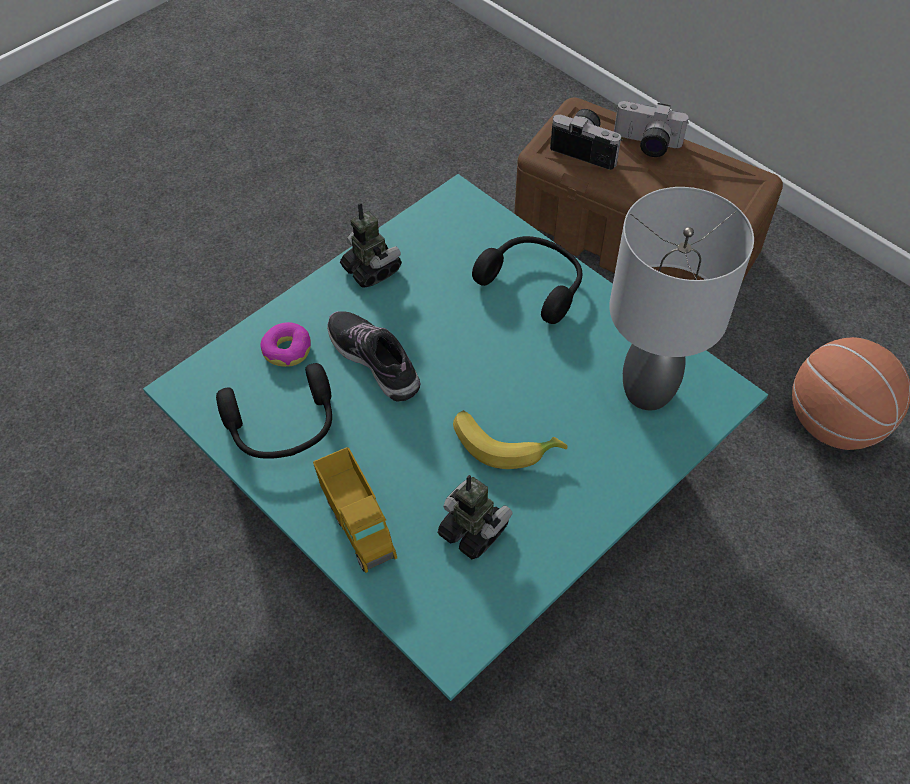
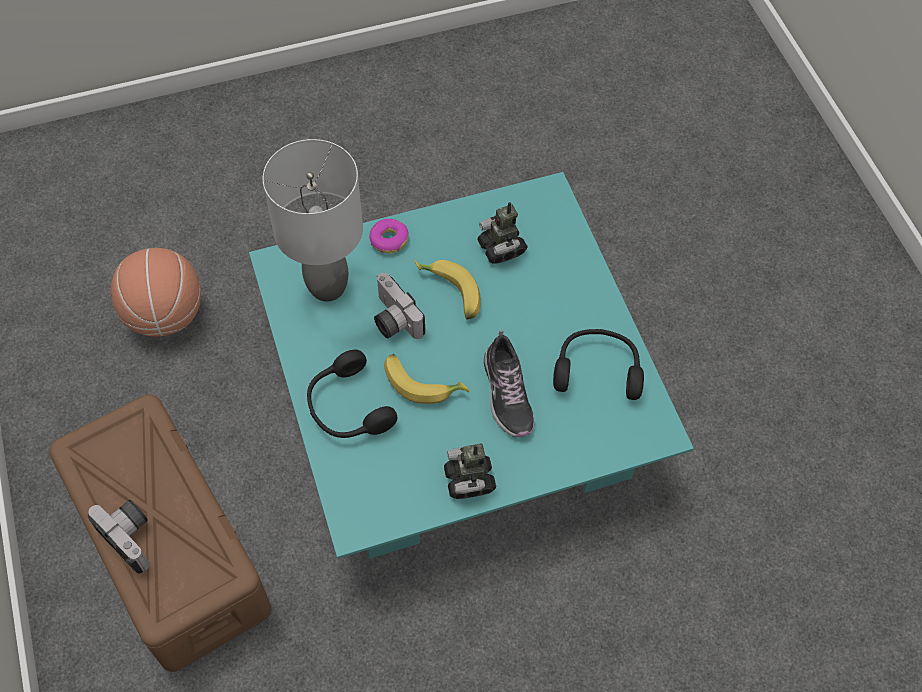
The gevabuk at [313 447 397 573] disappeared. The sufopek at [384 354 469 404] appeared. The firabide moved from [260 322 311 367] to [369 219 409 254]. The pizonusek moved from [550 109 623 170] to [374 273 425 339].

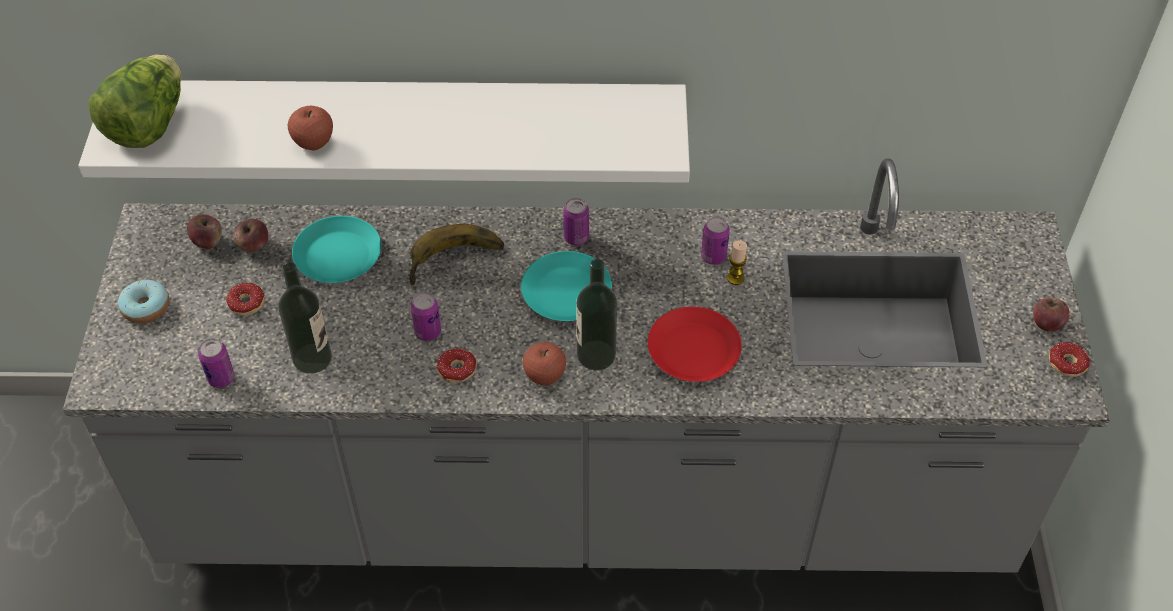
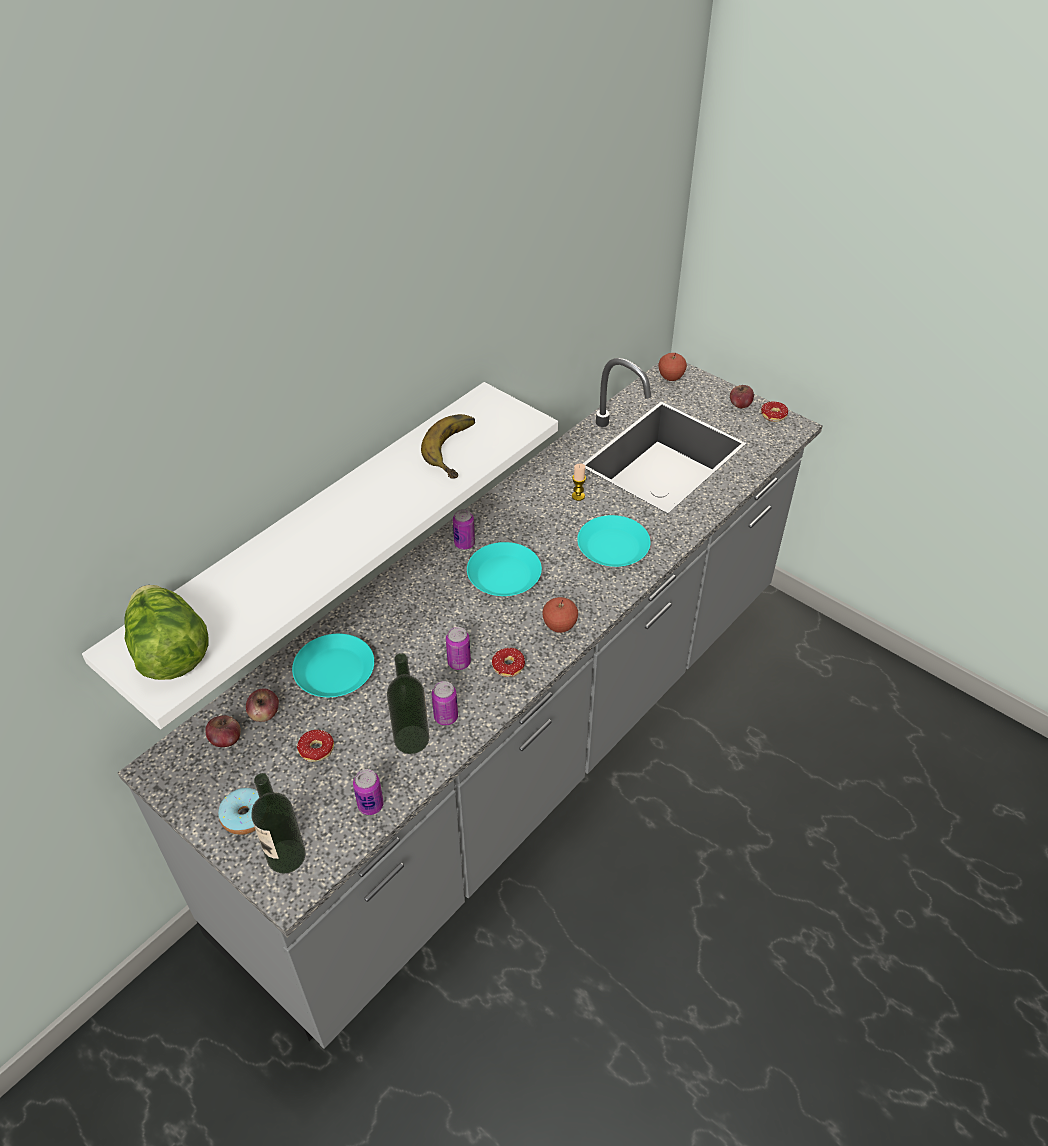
The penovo moved from [288 106 333 150] to [659 353 687 381]. The sufopek moved from [408 224 504 286] to [421 414 475 479]. The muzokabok moved from [576 259 617 370] to [252 773 306 874]. The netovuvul moved from [701 217 730 265] to [432 681 458 725]. The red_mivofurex at [648 307 742 382] became the turquoise_mivofurex at [577 515 651 567].

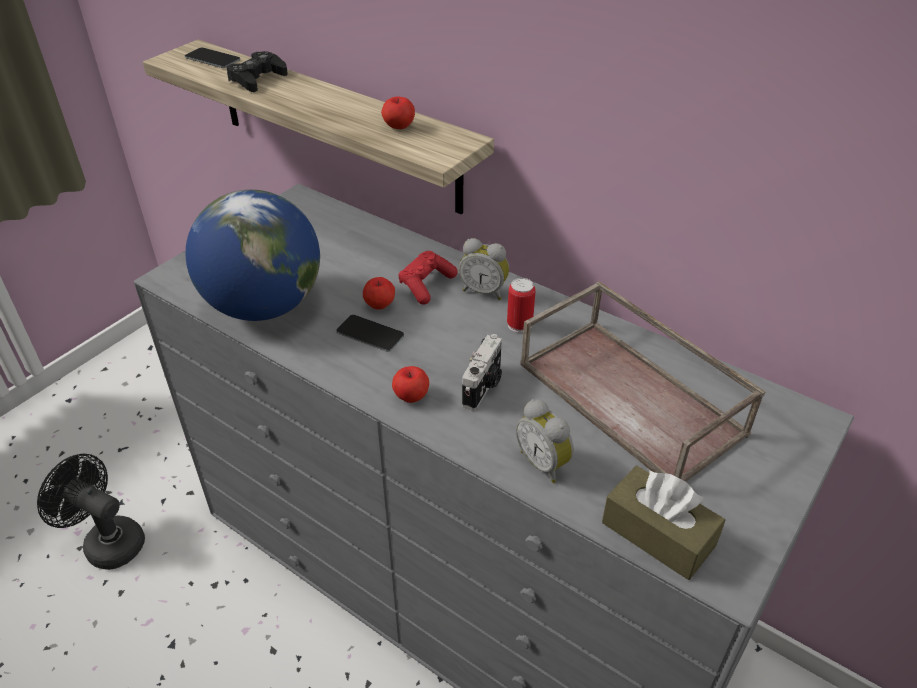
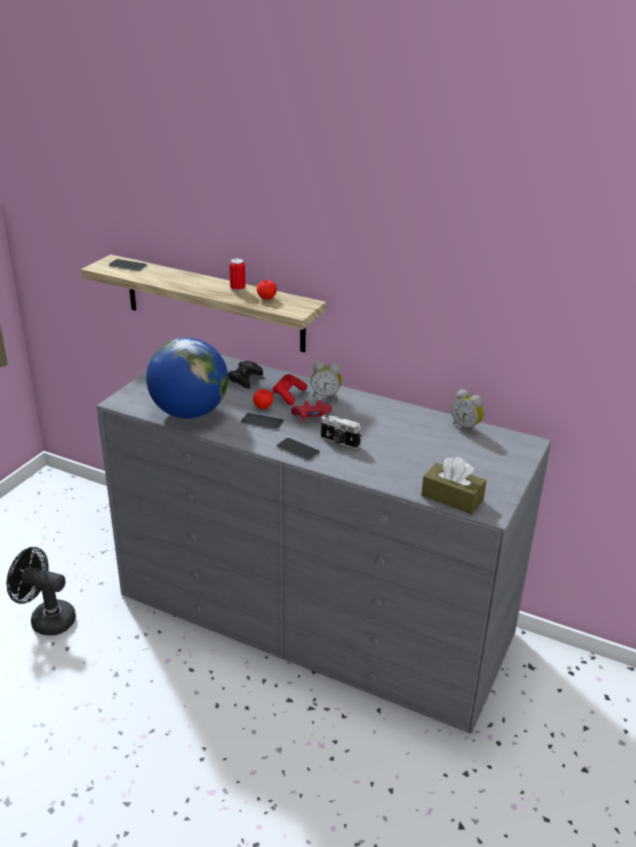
The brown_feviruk at [520 281 765 482] disappeared. The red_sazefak at [291 400 332 421] appeared. The black_sazefak moved from [226 51 288 92] to [228 361 263 389]. The netovuvul moved from [507 278 535 333] to [229 258 246 292]. The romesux moved from [516 399 574 483] to [452 389 484 434]. The penovo at [392 366 429 403] was replaced by the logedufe at [277 438 320 461]. The pizonusek at [462 334 502 411] turned 105 degrees clockwise.

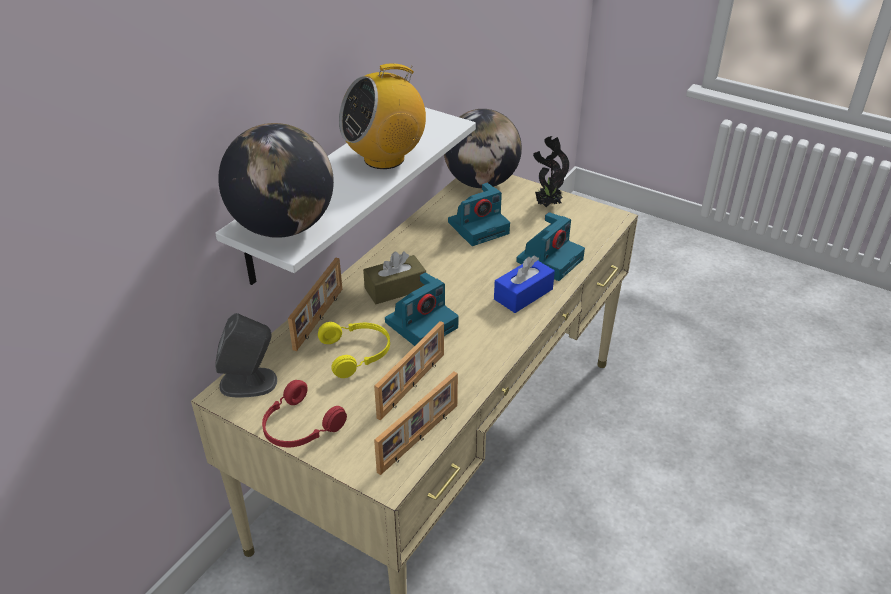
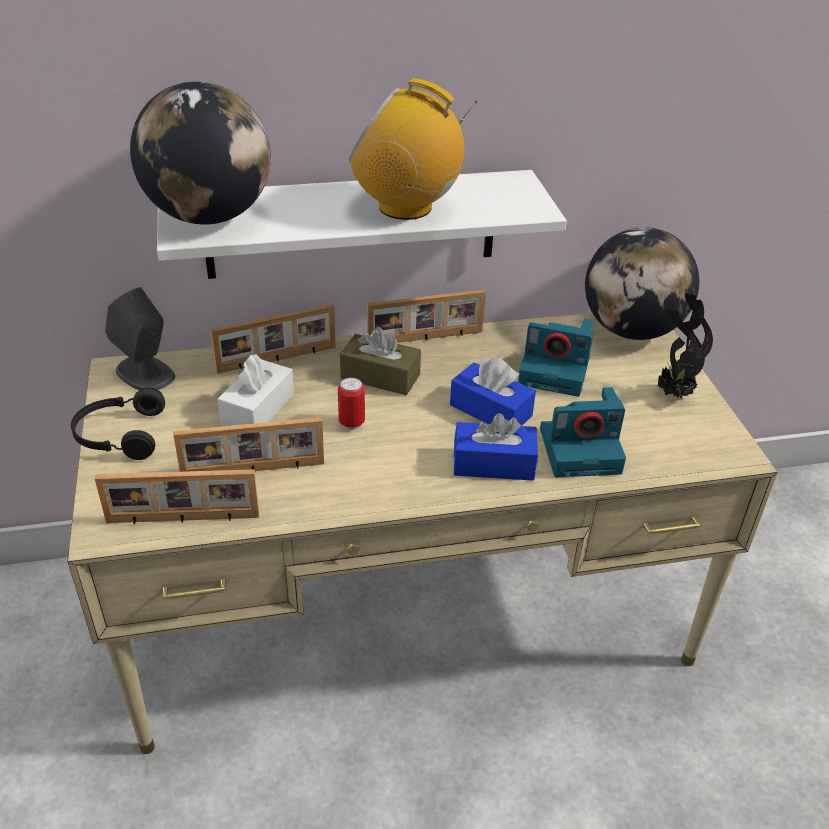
The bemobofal at [367 290 486 343] appeared. The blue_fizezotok at [450 357 536 426] appeared. The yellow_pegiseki at [318 322 390 378] was replaced by the white_fizezotok at [217 354 294 426]. The pizonusek at [385 272 459 346] was replaced by the netovuvul at [338 377 365 430]. The red_pegiseki at [262 380 347 447] became the black_pegiseki at [71 387 165 460].

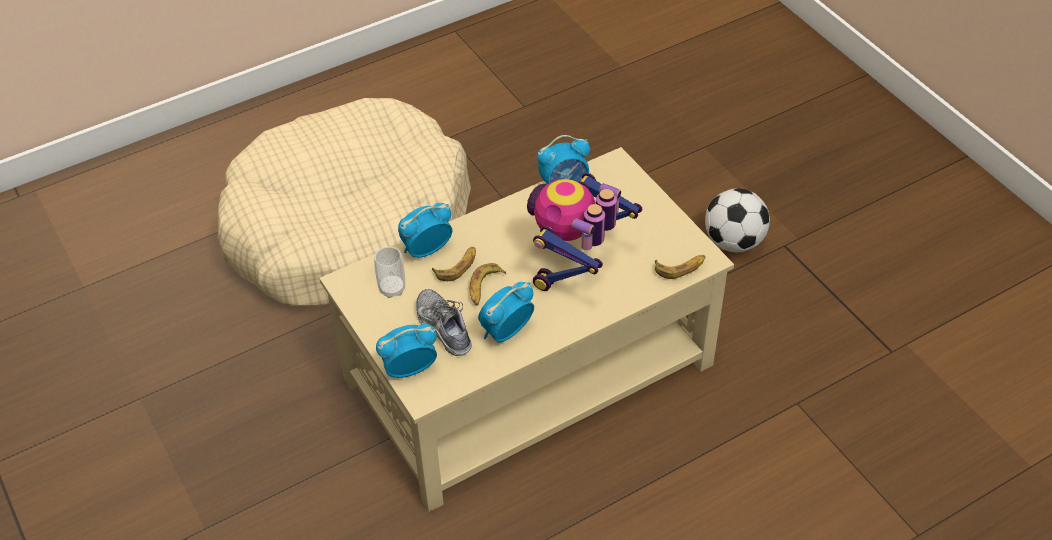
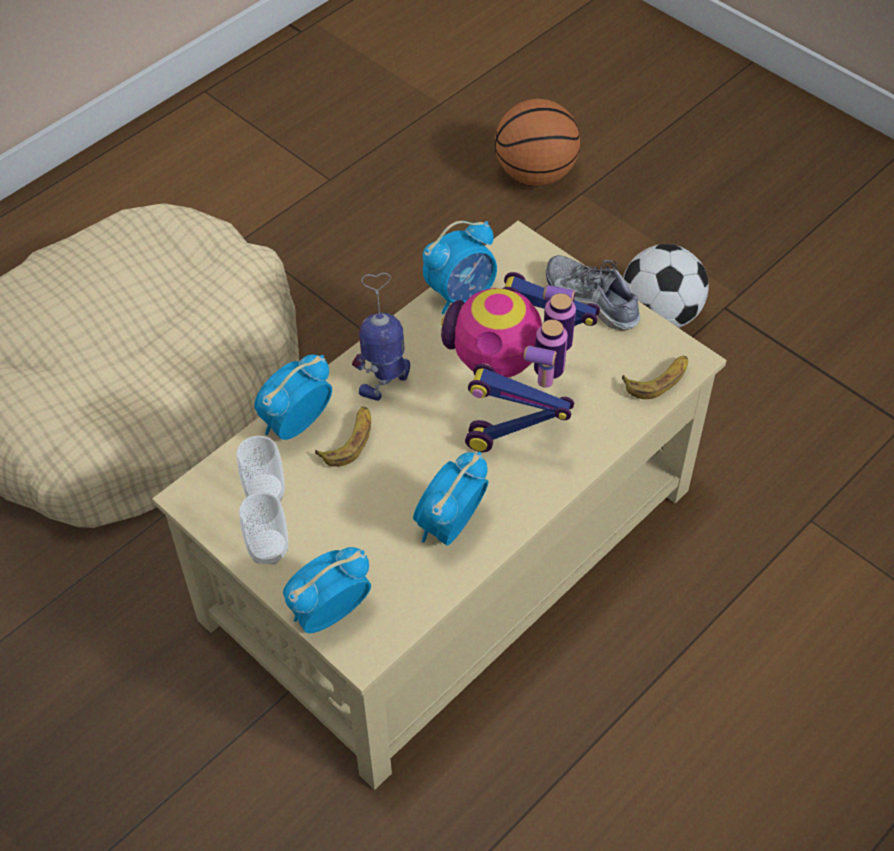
The sufopek at [470 263 506 306] disappeared. The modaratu at [239 492 288 565] appeared. The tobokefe at [352 273 410 401] appeared. The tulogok at [494 99 580 186] appeared. The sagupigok moved from [416 289 472 356] to [546 255 640 331].

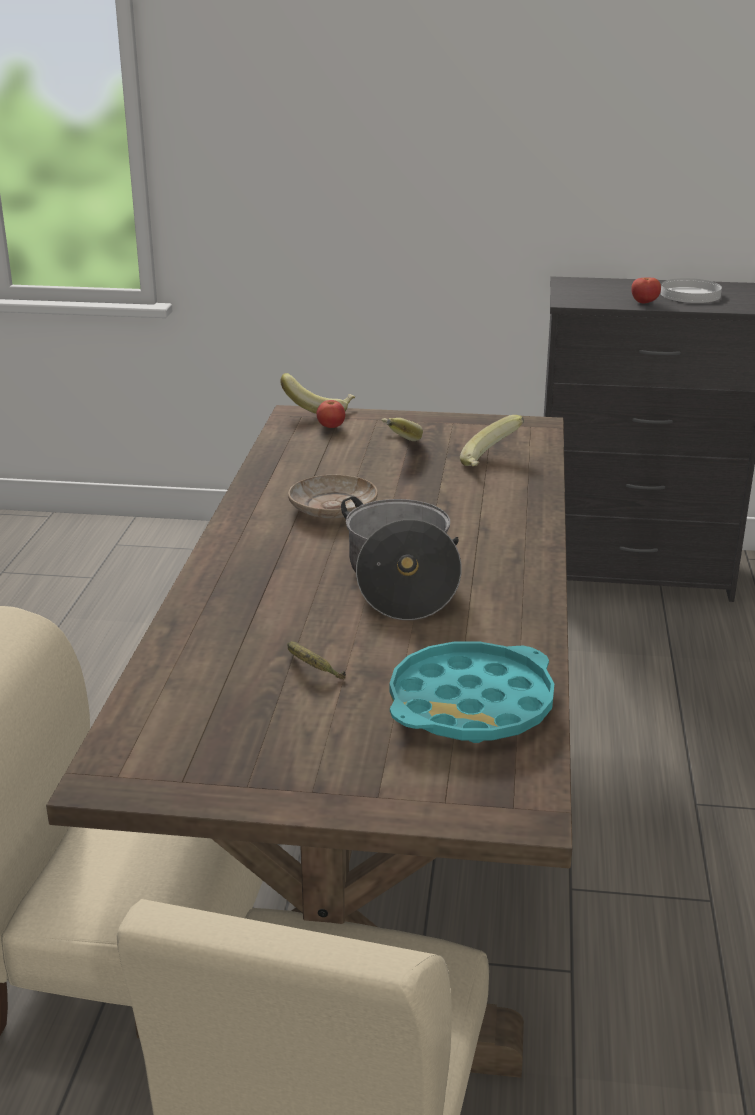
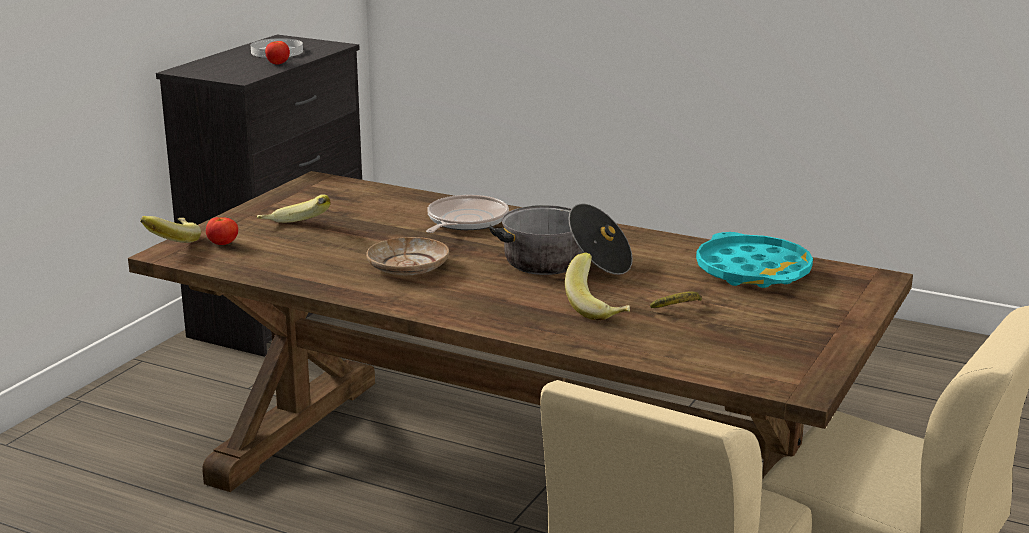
The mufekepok at [426 195 509 233] appeared. The sufopek moved from [460 415 524 466] to [565 253 630 320].

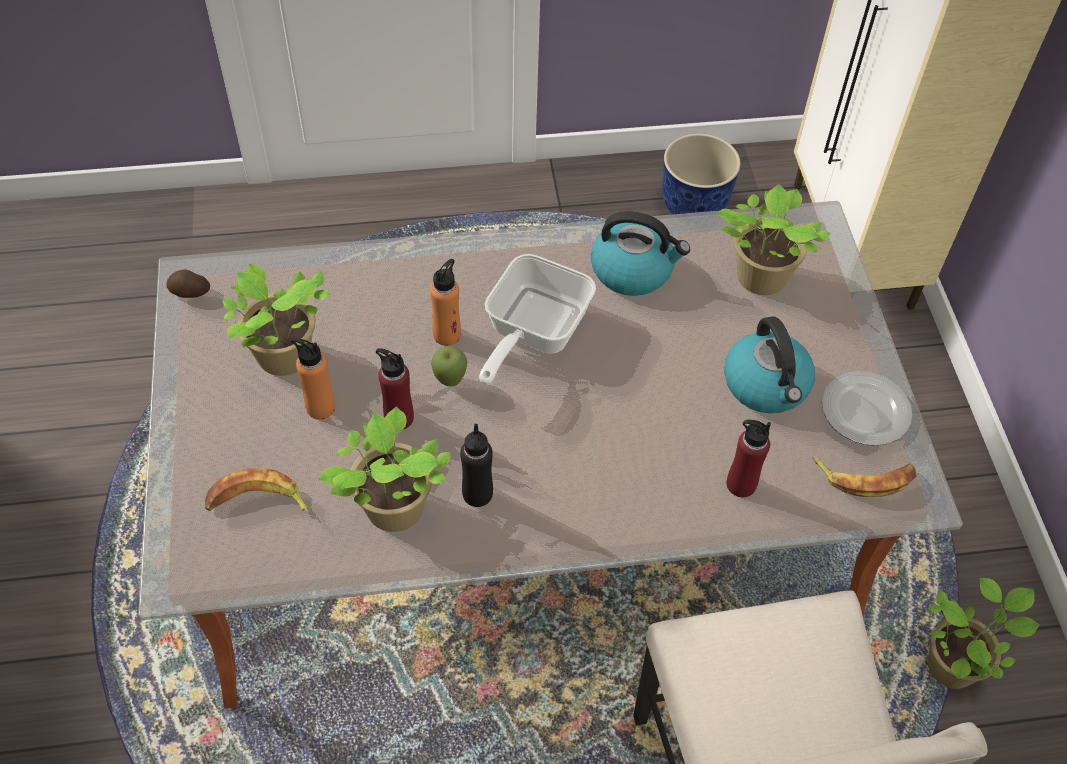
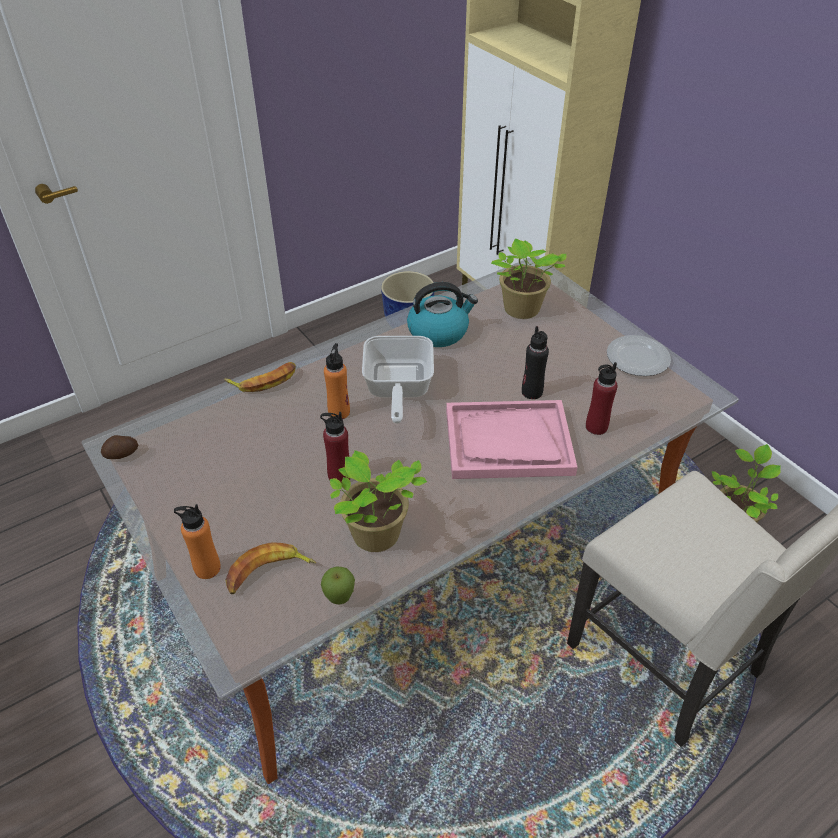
The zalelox at [222 264 331 376] disappeared. The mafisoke at [724 317 815 413] disappeared. The pink_feviruk at [446 400 578 479] appeared. The orange_muzokabok moved from [291 338 335 419] to [174 504 221 579]. The penovo moved from [431 346 467 387] to [321 567 355 604]. The black_muzokabok moved from [460 424 493 507] to [522 326 549 399]. The sufopek moved from [812 456 917 497] to [224 362 296 392].

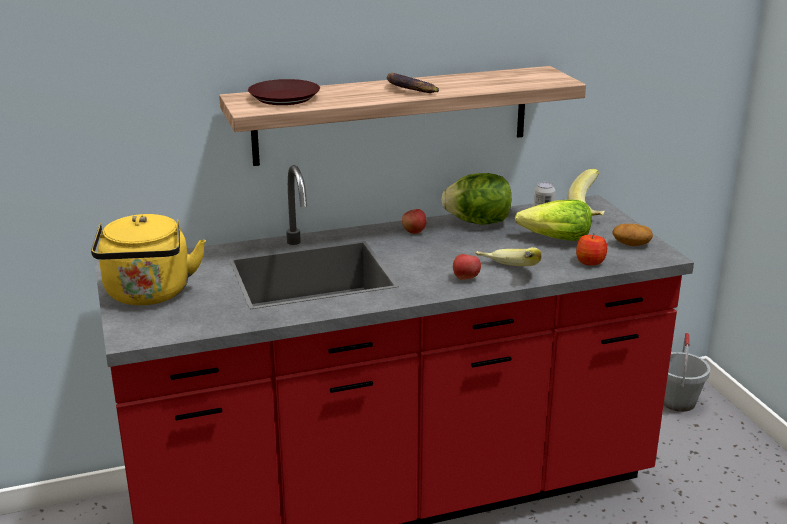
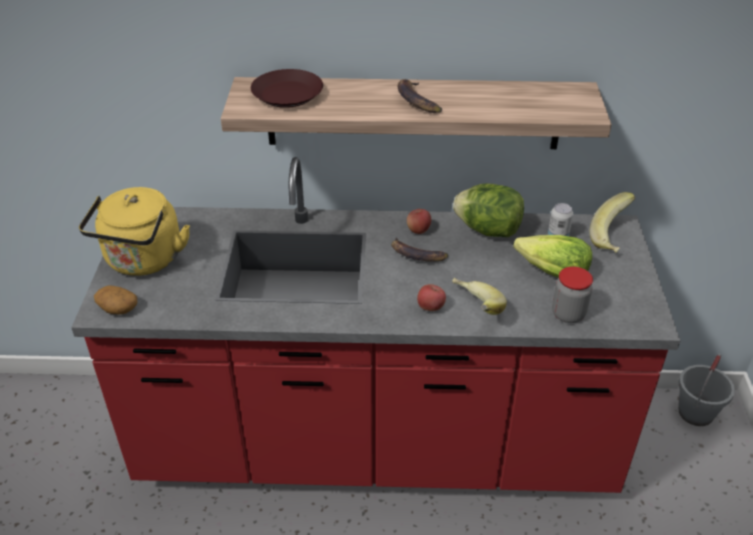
The sufopek at [391 237 448 262] appeared. The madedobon moved from [612 224 653 246] to [94 285 137 315]. The penovo at [576 234 607 265] was replaced by the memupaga at [552 267 593 323].

